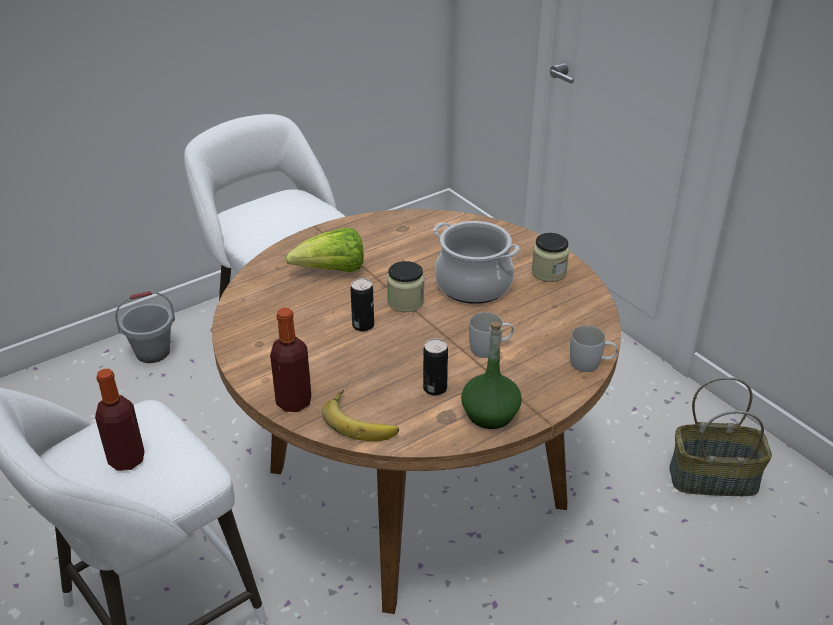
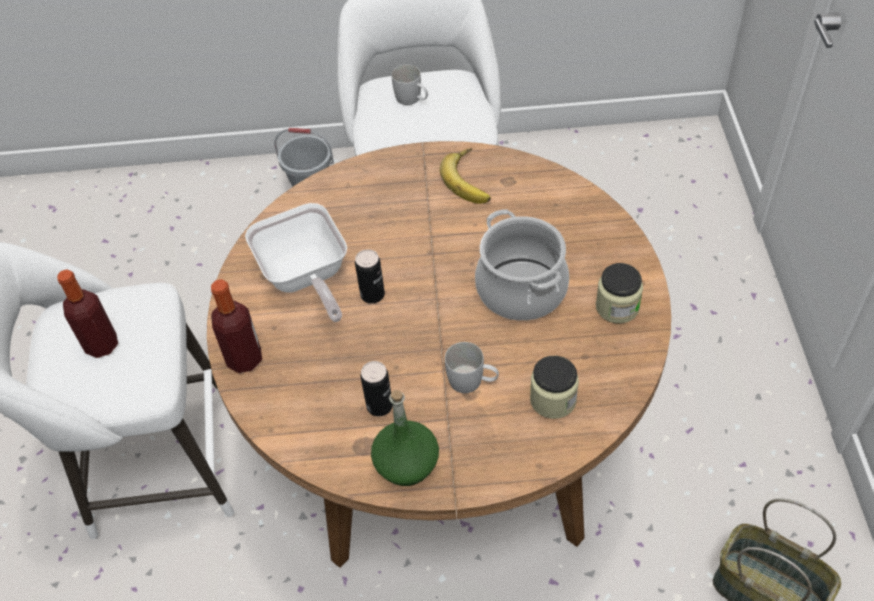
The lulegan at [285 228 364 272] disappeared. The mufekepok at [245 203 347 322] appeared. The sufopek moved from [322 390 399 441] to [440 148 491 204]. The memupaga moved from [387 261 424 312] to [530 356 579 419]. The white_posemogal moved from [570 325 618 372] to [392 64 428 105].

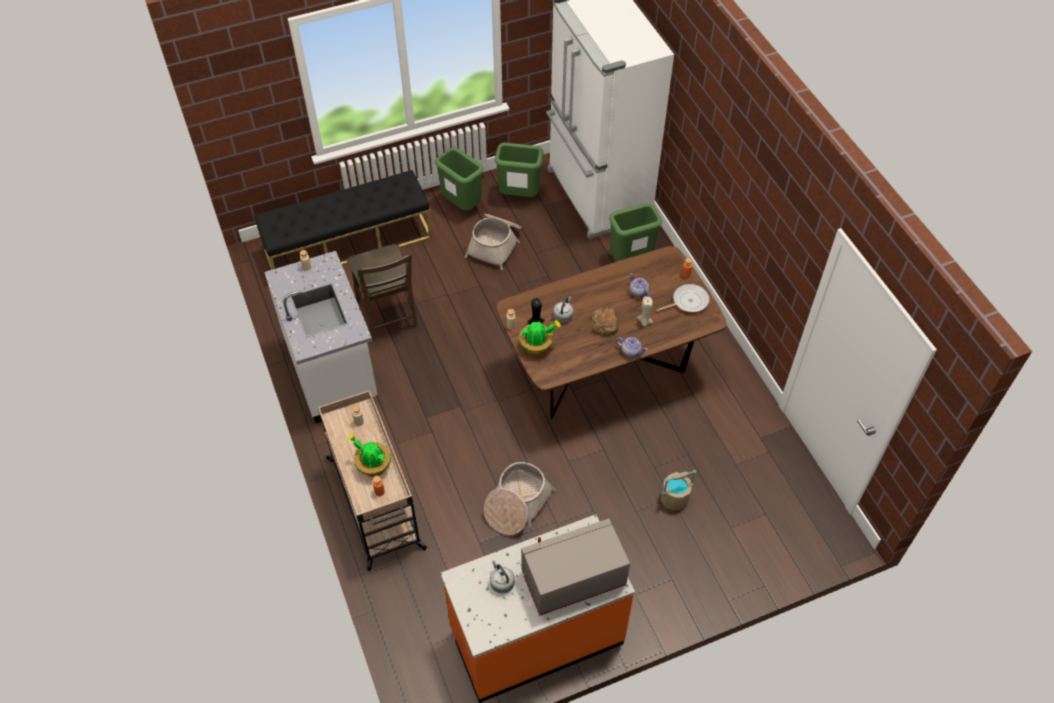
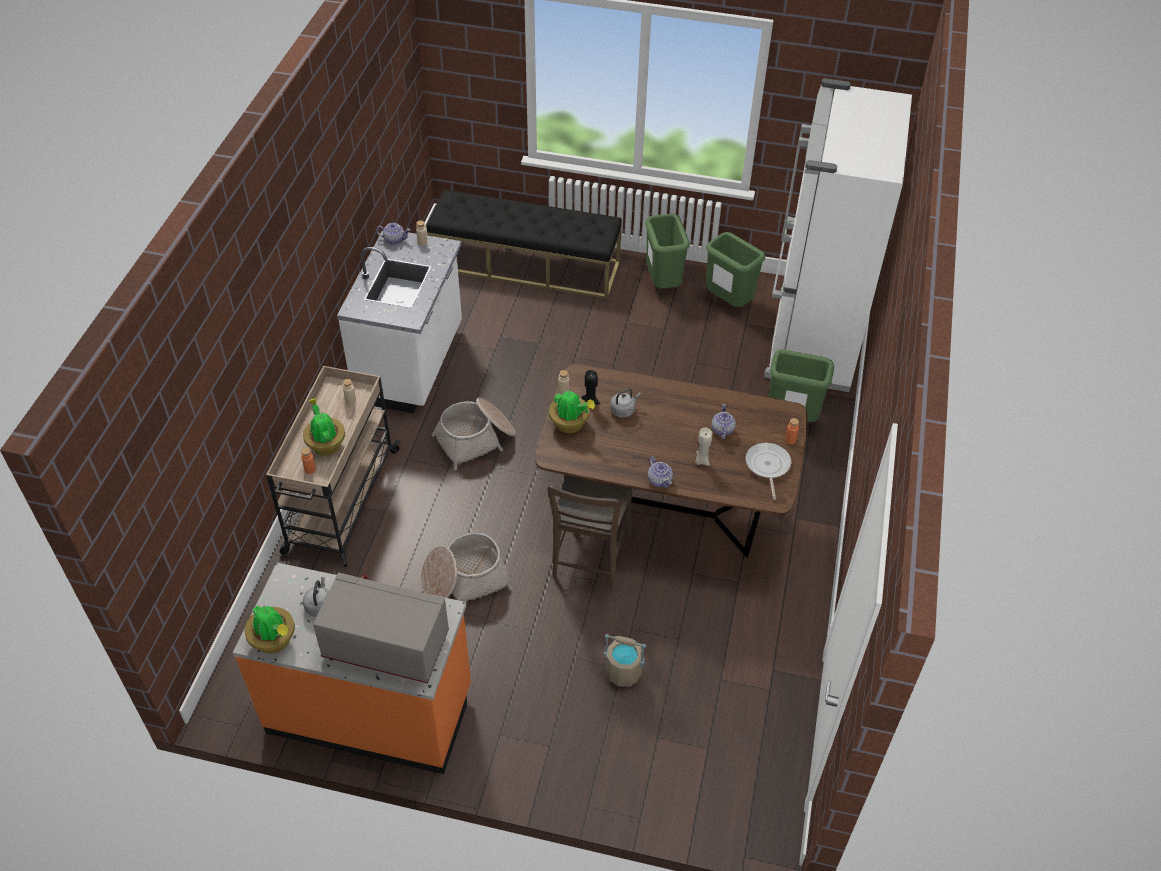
The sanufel at [591 307 618 336] disappeared. The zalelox at [245 605 295 654] appeared. The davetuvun at [376 223 411 245] appeared. The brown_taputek moved from [347 244 418 340] to [547 475 634 589]. The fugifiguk moved from [465 214 522 271] to [432 397 515 470]. The mufekepok at [656 284 709 312] turned 105 degrees counterclockwise.

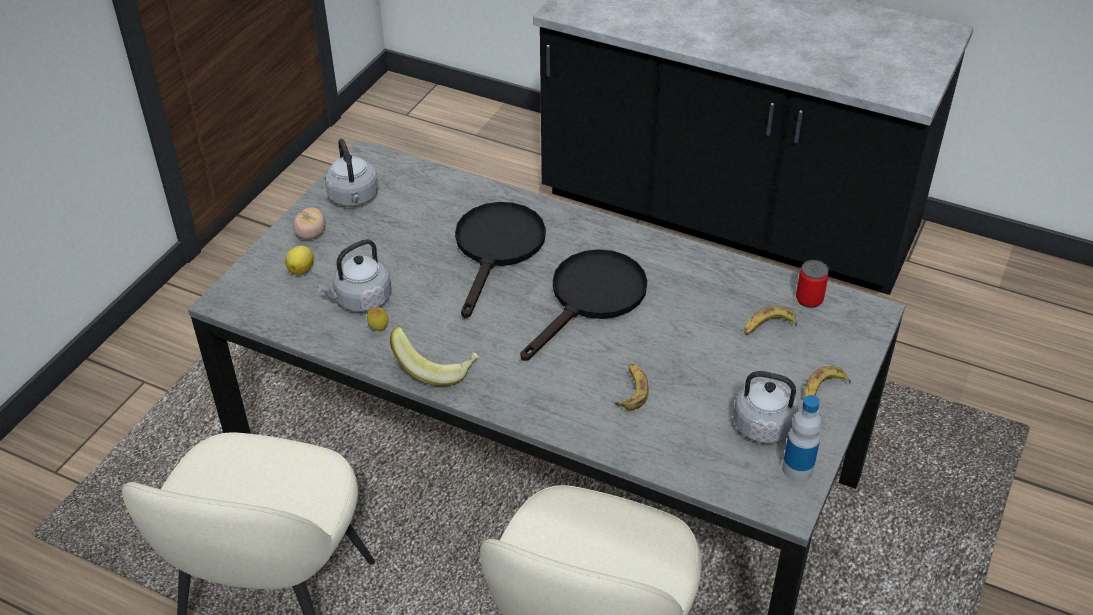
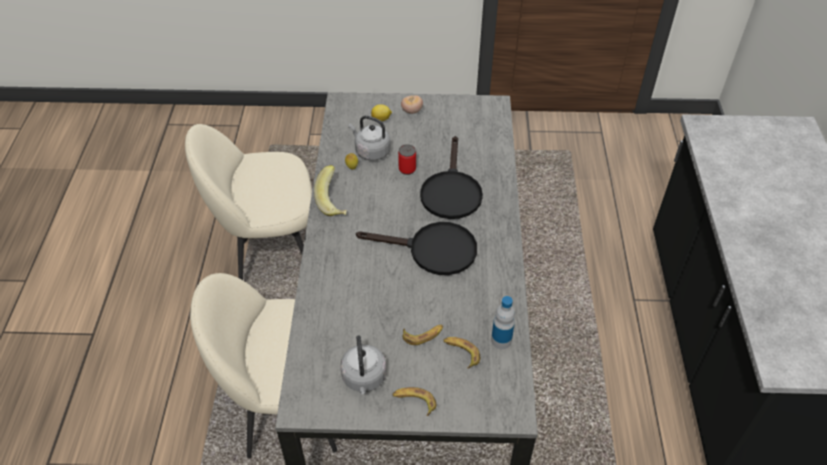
The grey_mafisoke at [324 139 379 207] disappeared. The sufopek moved from [614 364 649 410] to [403 325 443 345]. The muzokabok moved from [782 395 822 481] to [491 296 515 349]. The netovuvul moved from [796 260 829 308] to [398 144 416 175]. The black_mufekepok at [455 202 546 318] turned 105 degrees clockwise.

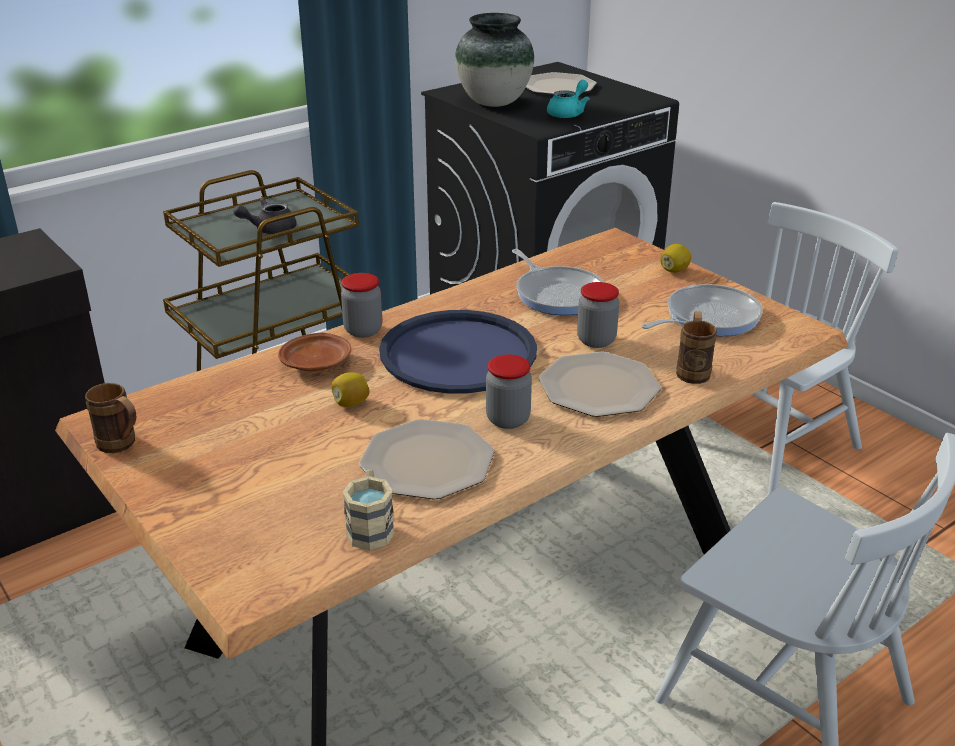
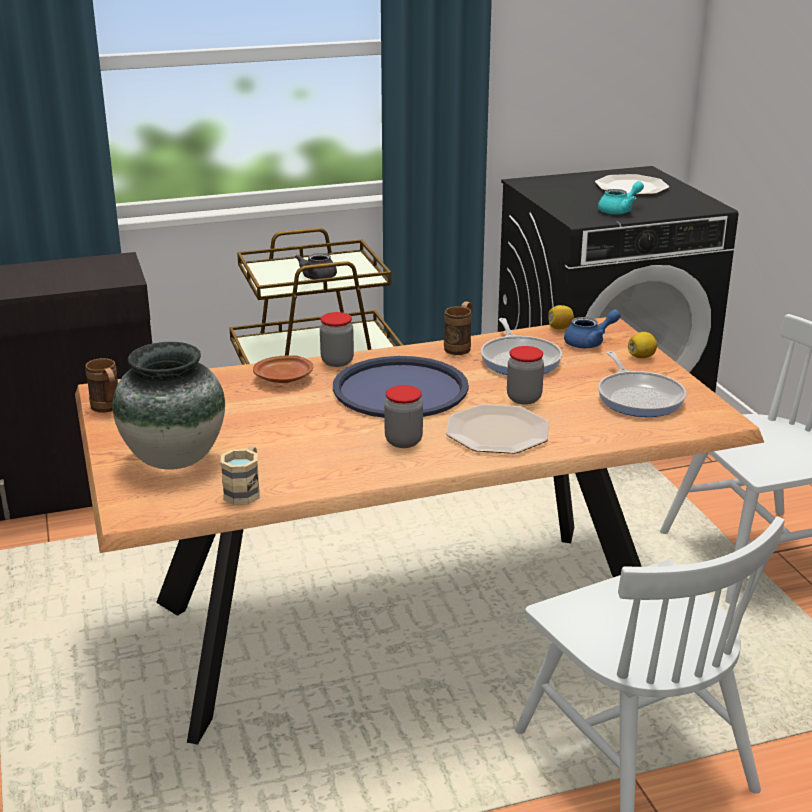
The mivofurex at [359 419 494 500] disappeared. The blue_davetuvun at [564 309 621 348] appeared. The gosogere moved from [331 372 370 407] to [548 305 574 329]. The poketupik moved from [455 13 534 107] to [112 342 225 470]. The brown_posemogal moved from [676 312 717 384] to [444 301 473 355]. The grey_davetuvun at [234 198 296 234] turned 60 degrees counterclockwise. The mufekepok at [641 284 763 336] turned 90 degrees clockwise.

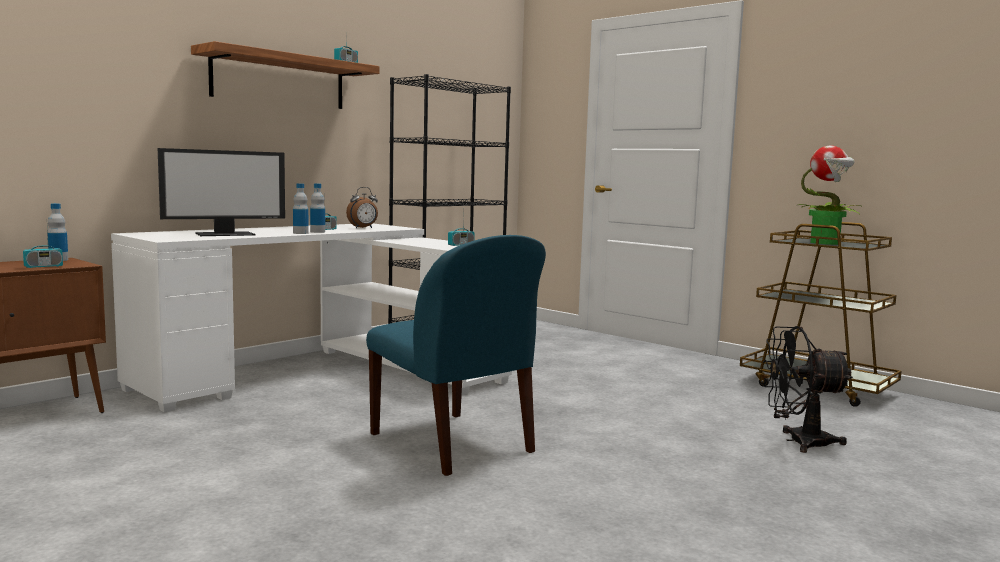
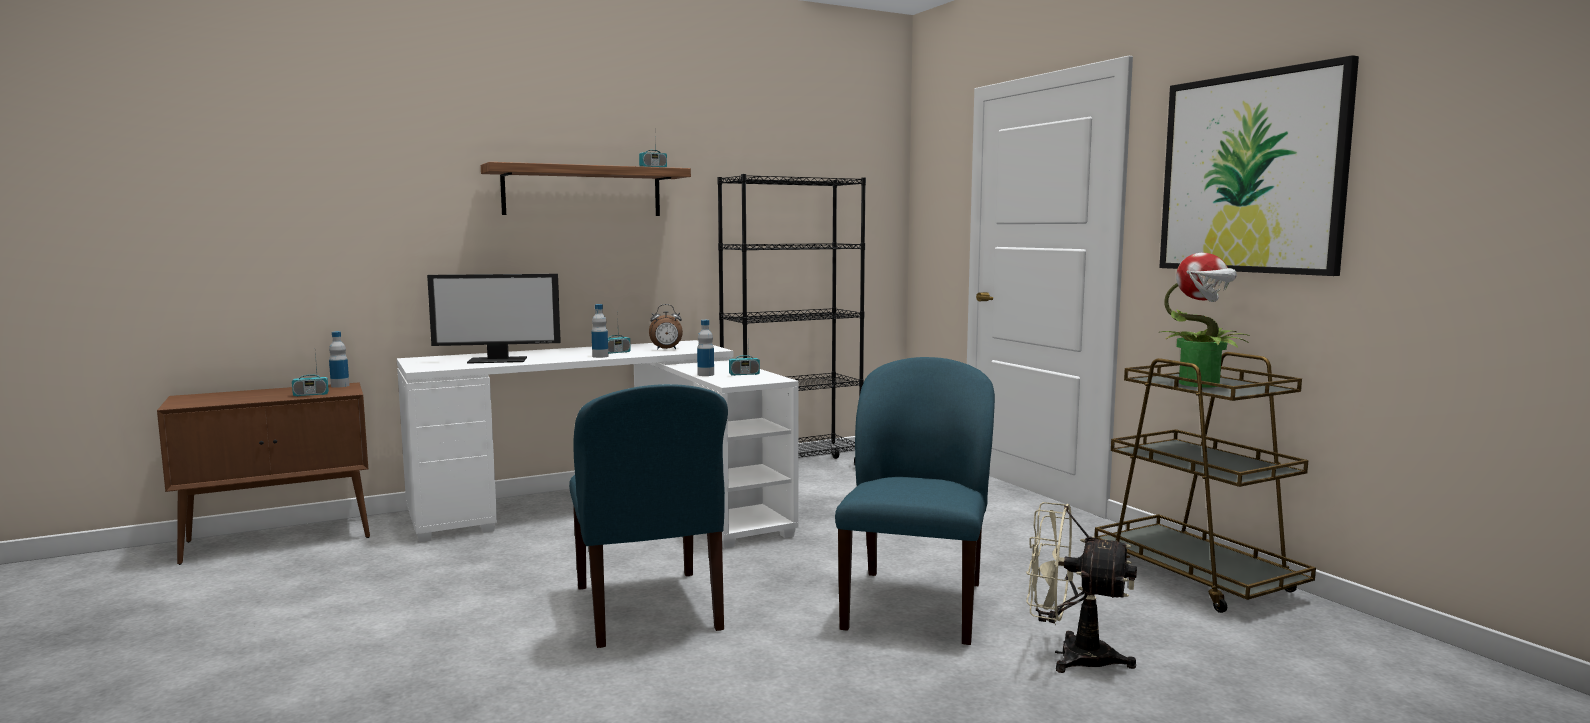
The blue_taputek at [835 357 995 645] appeared. The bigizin at [1159 55 1359 276] appeared. The muzokabok moved from [293 183 309 234] to [697 320 714 376]. The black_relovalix at [763 326 853 453] became the beige_relovalix at [1026 502 1137 673].

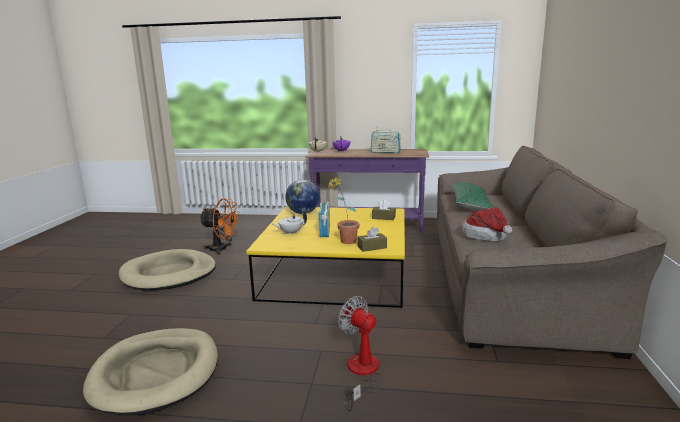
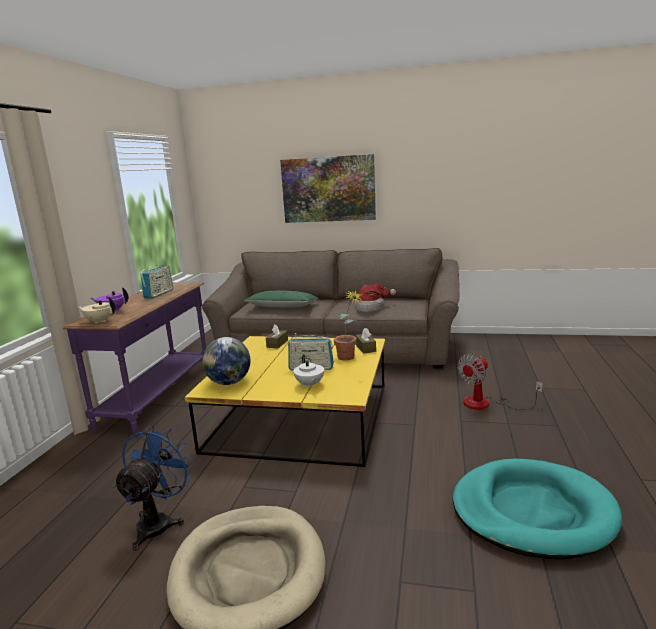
The bigizin at [280 154 376 223] appeared. The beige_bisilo at [83 328 218 415] became the turquoise_bisilo at [453 458 622 559]. The orange_relovalix at [199 199 240 255] became the blue_relovalix at [113 425 195 551].

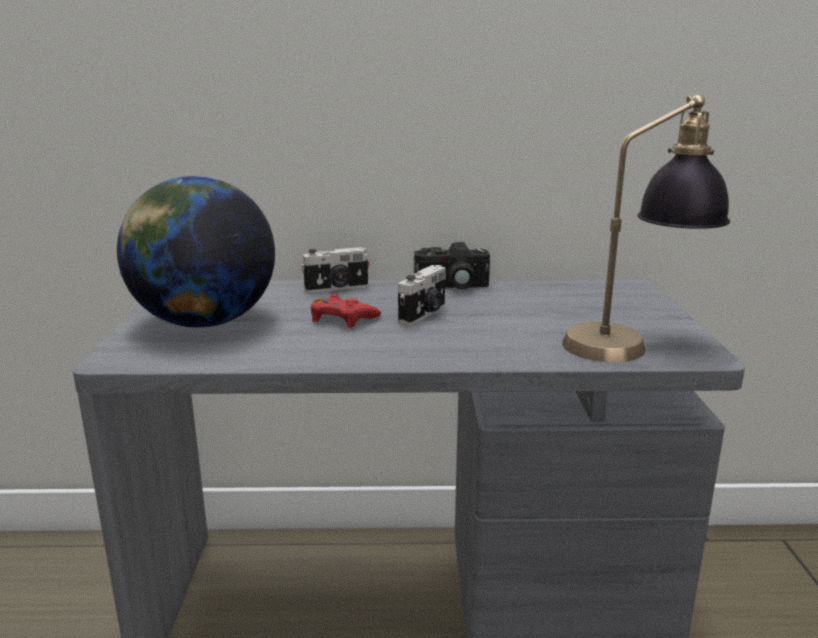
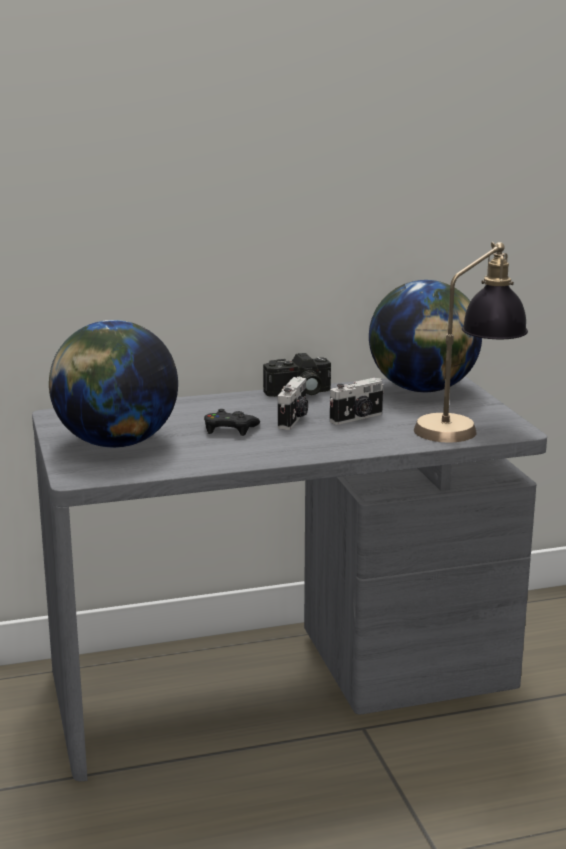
The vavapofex at [369 280 482 393] appeared. The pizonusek moved from [301 247 370 293] to [330 378 384 425]. The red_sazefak at [311 294 381 328] became the black_sazefak at [204 409 260 436].

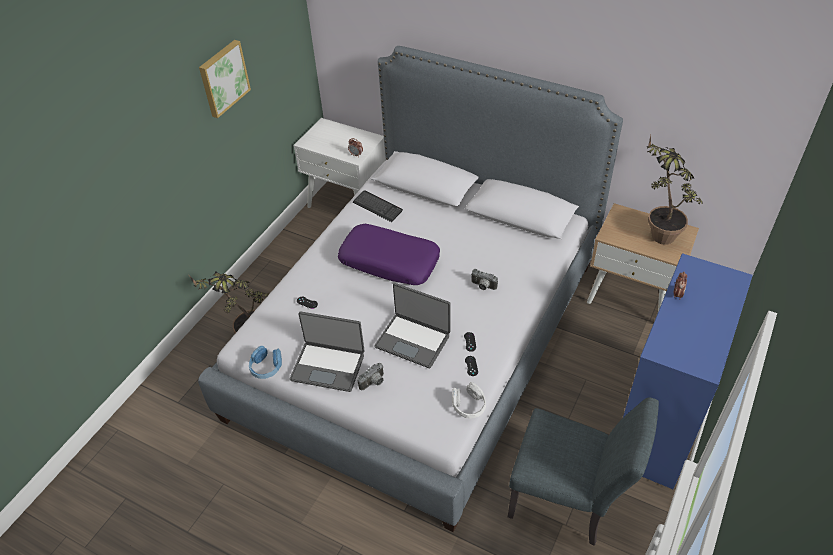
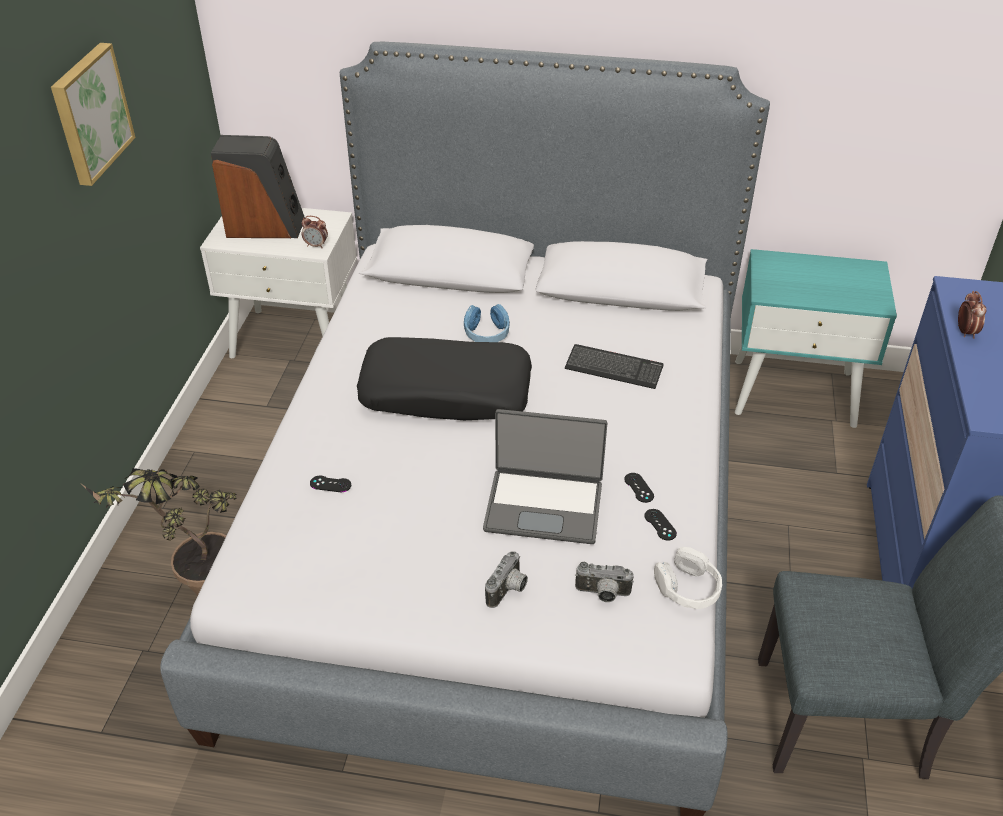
The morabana at [289 311 365 392] disappeared. The zalelox at [647 135 703 245] disappeared. The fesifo at [211 135 305 238] appeared. The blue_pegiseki moved from [249 346 282 379] to [464 304 510 342]. The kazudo moved from [353 190 403 222] to [565 344 664 389]. The pizonusek moved from [471 269 498 290] to [575 562 634 602]. The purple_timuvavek at [338 224 440 285] became the black_timuvavek at [357 337 532 420]. The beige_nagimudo at [587 203 699 311] became the turquoise_nagimudo at [735 249 897 428].

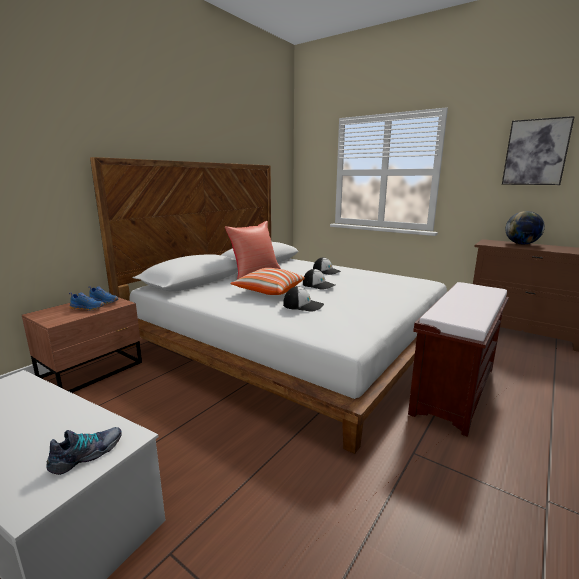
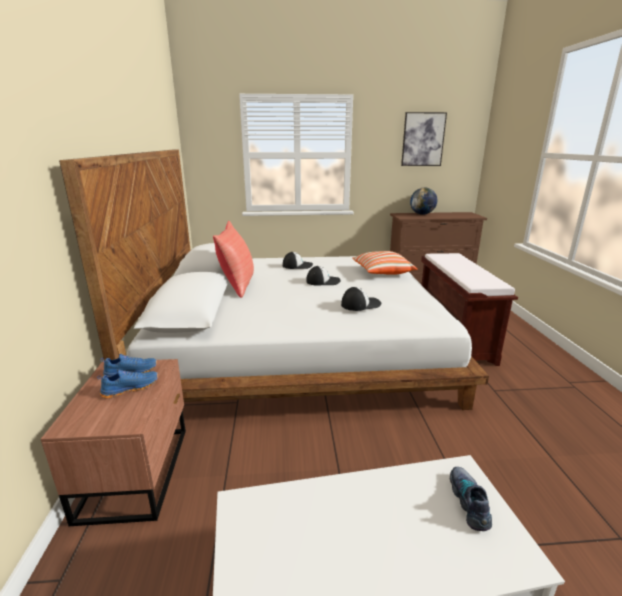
The timuvavek moved from [230 268 305 295] to [352 251 417 275].

